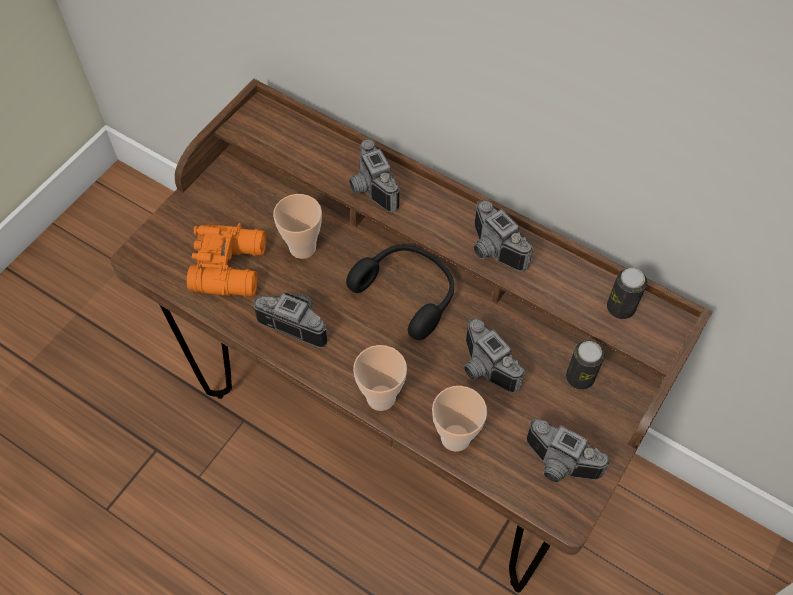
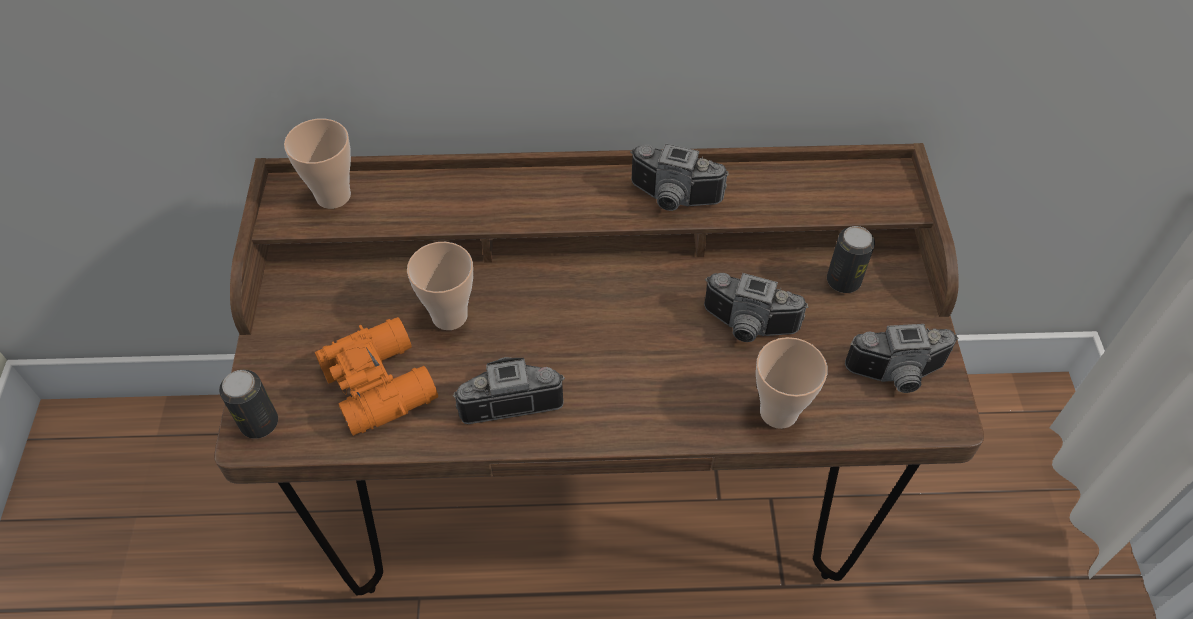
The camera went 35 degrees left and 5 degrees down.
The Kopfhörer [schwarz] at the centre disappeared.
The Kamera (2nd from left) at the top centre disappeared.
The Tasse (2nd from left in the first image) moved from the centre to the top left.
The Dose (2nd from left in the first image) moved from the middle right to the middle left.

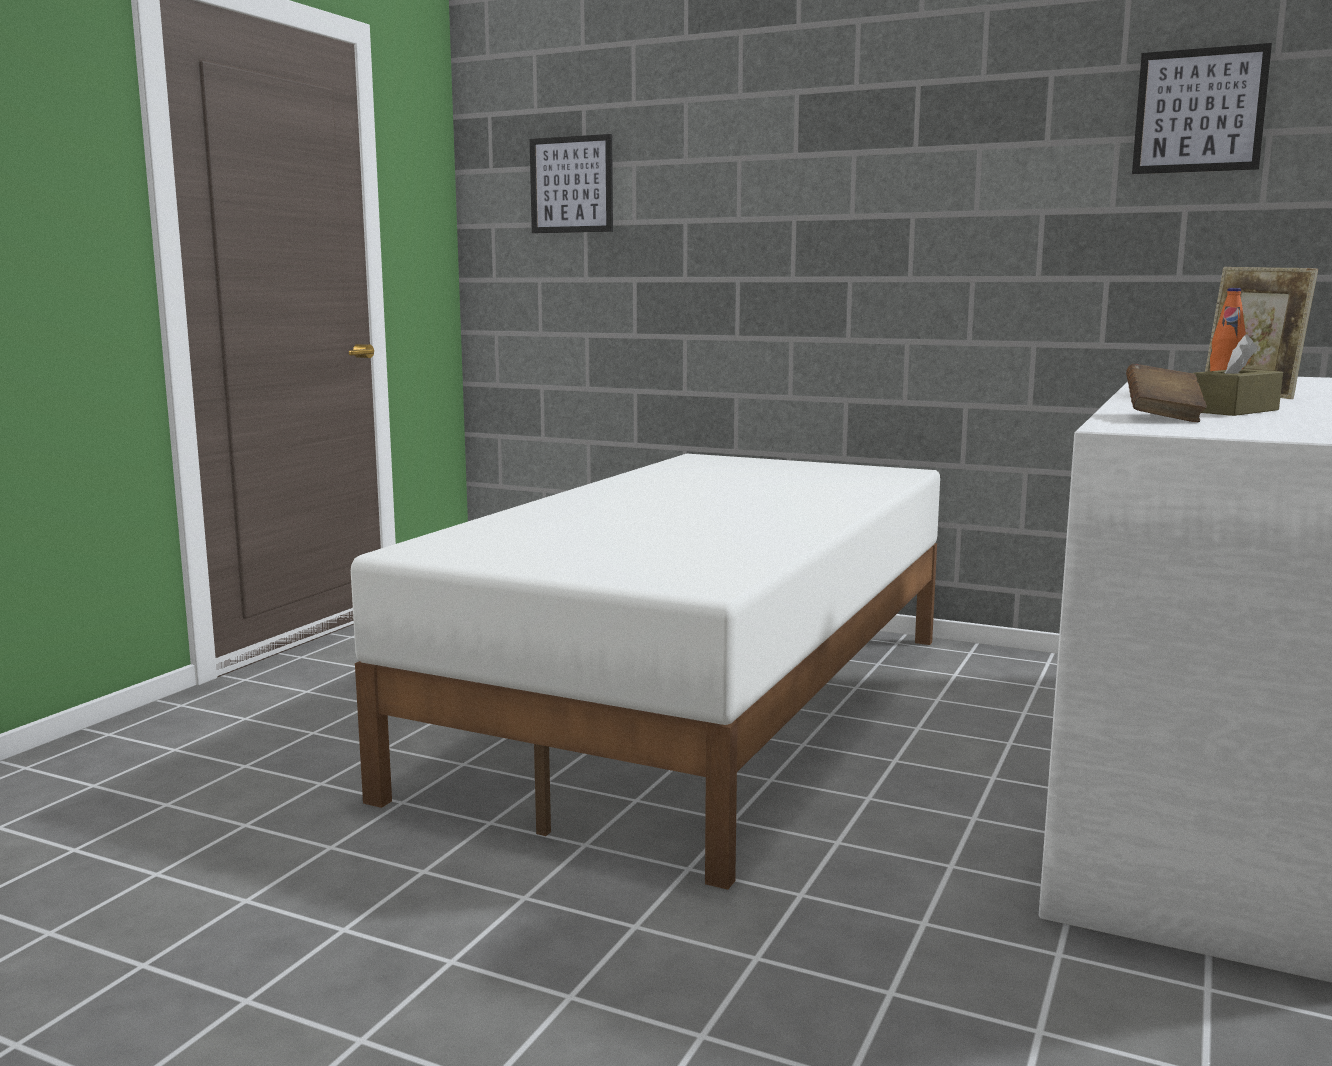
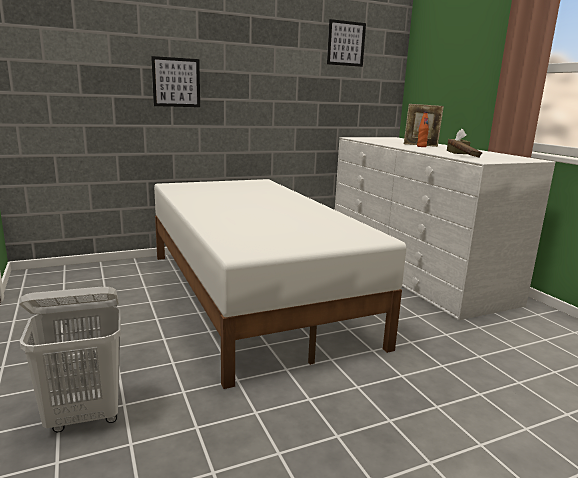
The camera went 50 degrees left and 5 degrees up.
The Wäschekorb [weiß] at the bottom left appeared.
The Bild (1st from left) moved from the top centre to the top left.

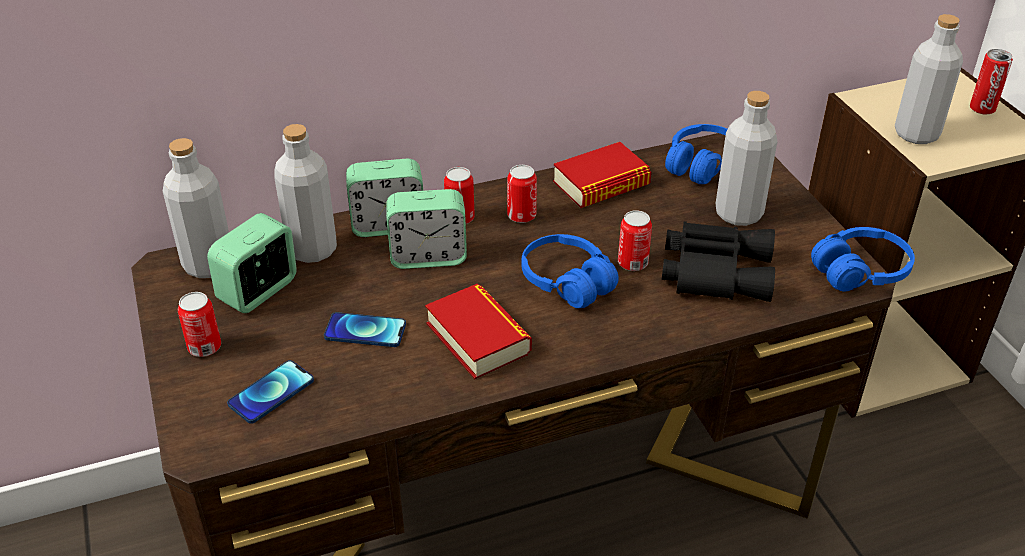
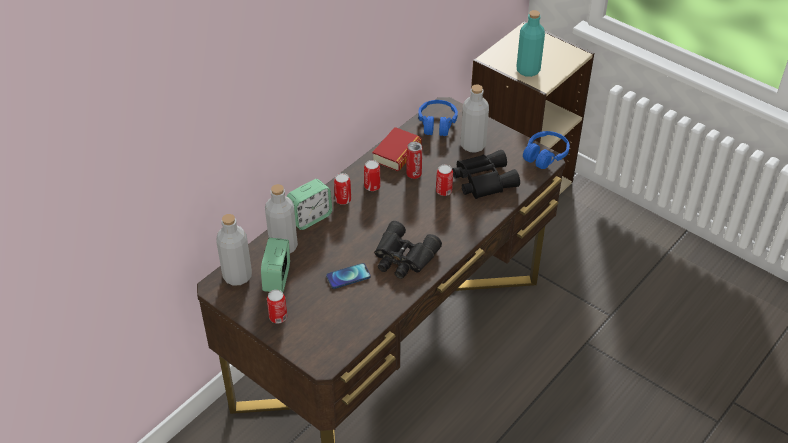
The camera went 30 degrees left and 5 degrees up.
The Handy (1st from left) at the bottom left disappeared.
The Wecker (3rd from left) at the centre disappeared.
The Kopfhörer [blau] (1st from left) at the centre disappeared.
The Dose (5th from left in the first image) moved from the top right to the centre.
The Buch (1st from left) at the centre was replaced by the Fernglas [schwarz] (1st from left) at the centre.
The Flasche [grau] (4th from left) at the top right became the Flasche [türkis] at the top right.

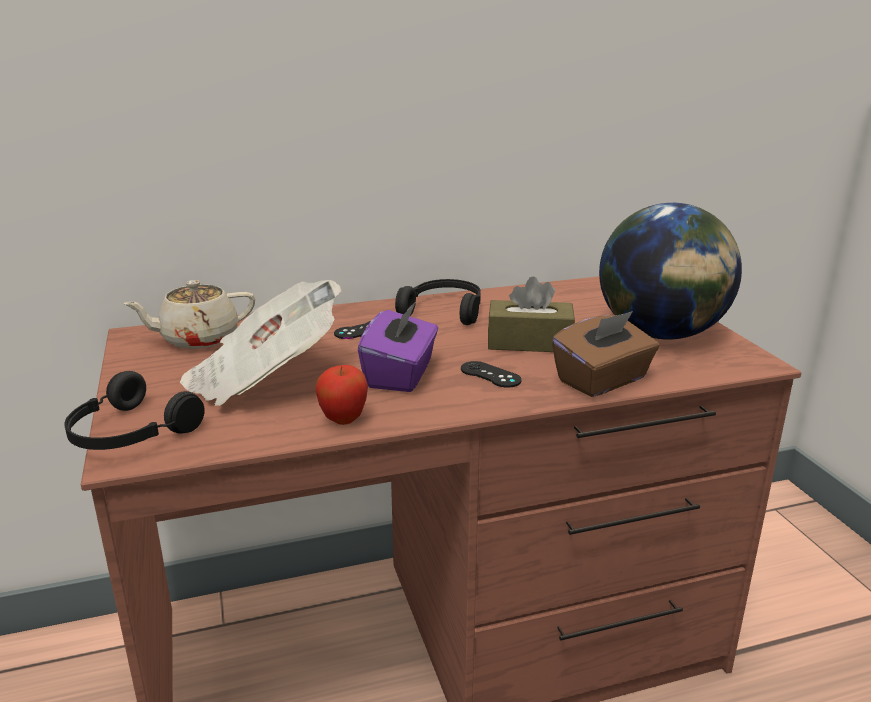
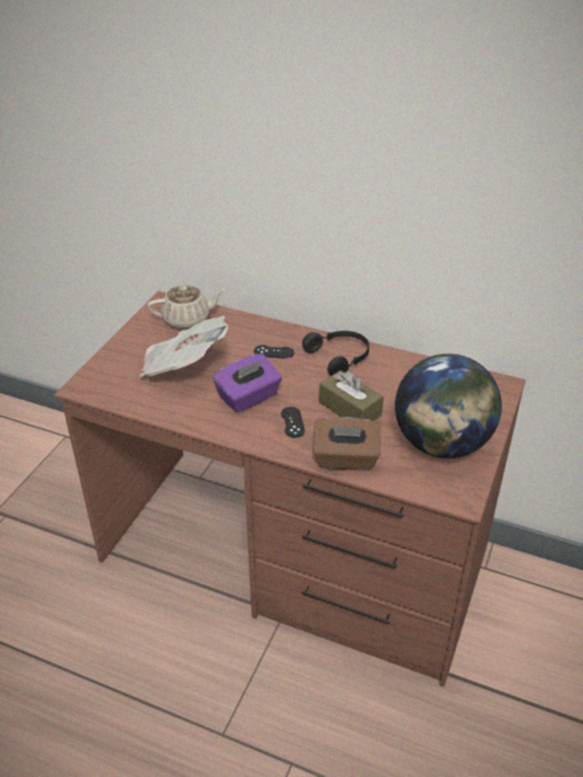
The camera went 40 degrees right and 15 degrees up.
The Kopfhörer [schwarz] (1st from left) at the middle left disappeared.
The Apfel at the centre disappeared.
The Teekanne [beige] at the middle left turned 150 degrees clockwise.

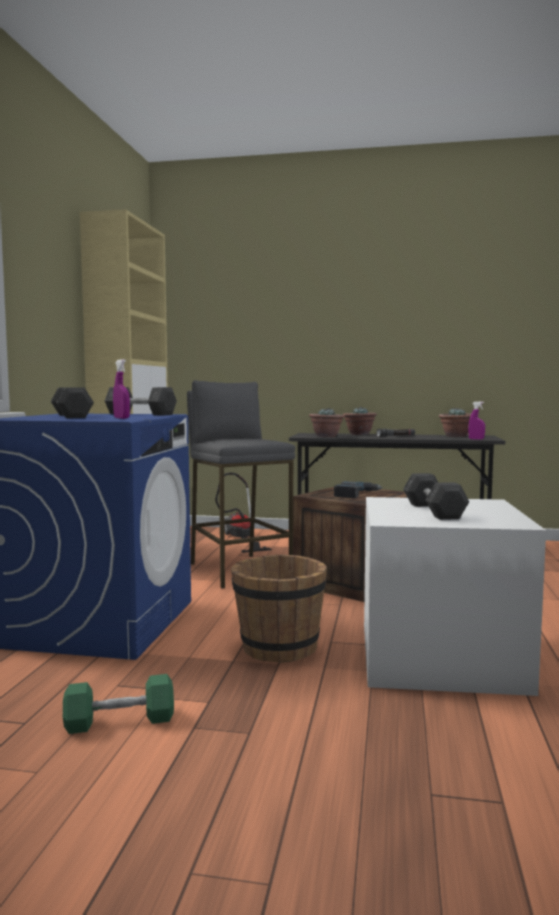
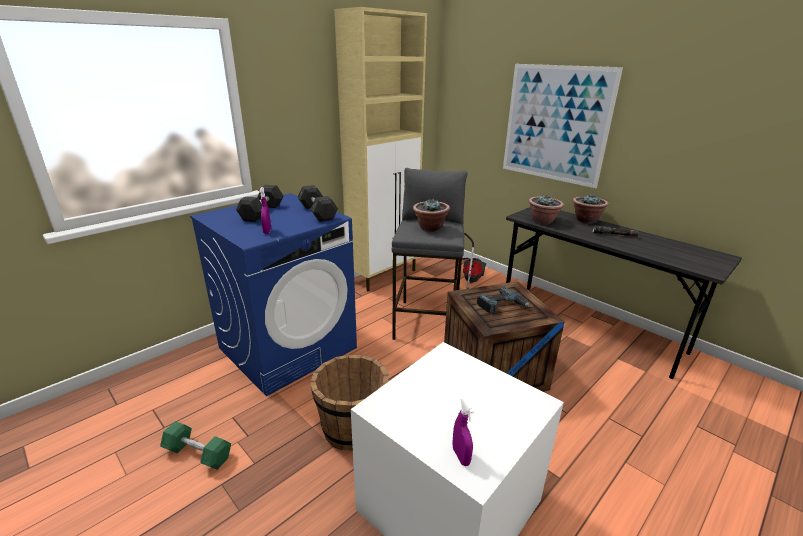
The camera went 35 degrees right and 20 degrees up.
The Hantel [grau] (3rd from left) at the middle right disappeared.
The Bild at the top right appeared.
The Topfpflanze (3rd from left in the first image) moved from the middle right to the centre.
The Sprühflasche [lila] (2nd from left) moved from the middle right to the bottom centre.

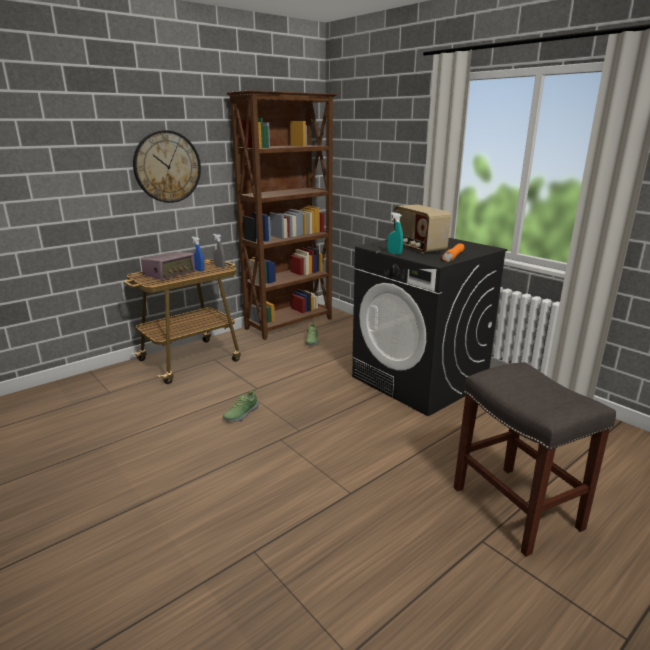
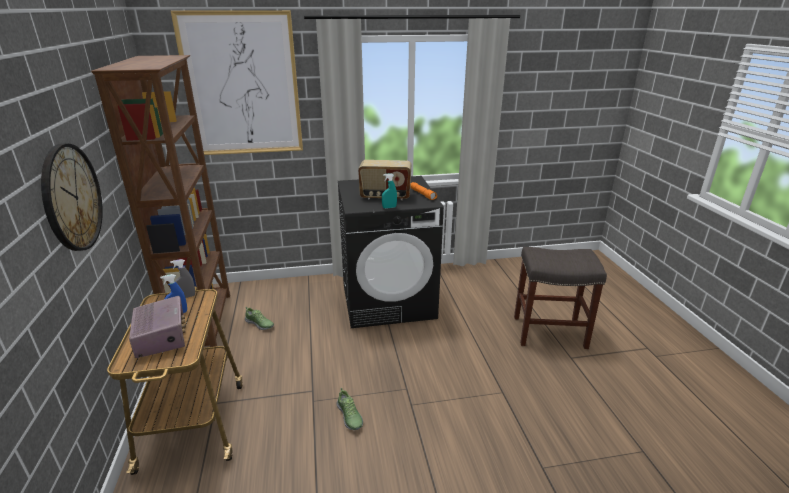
The camera went 60 degrees left and 5 degrees up.
The Bild at the top left appeared.

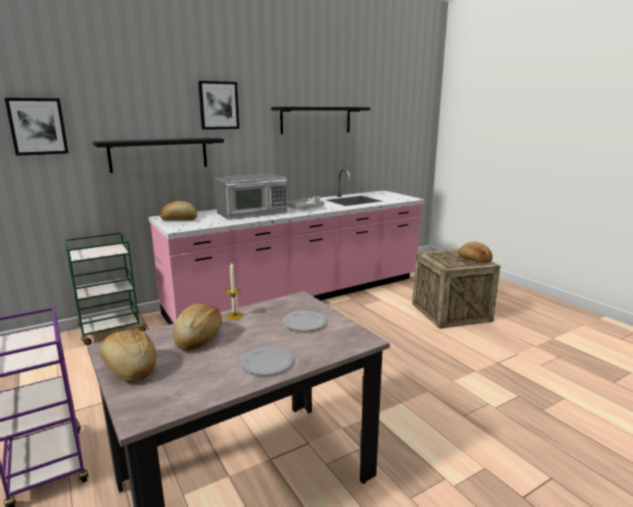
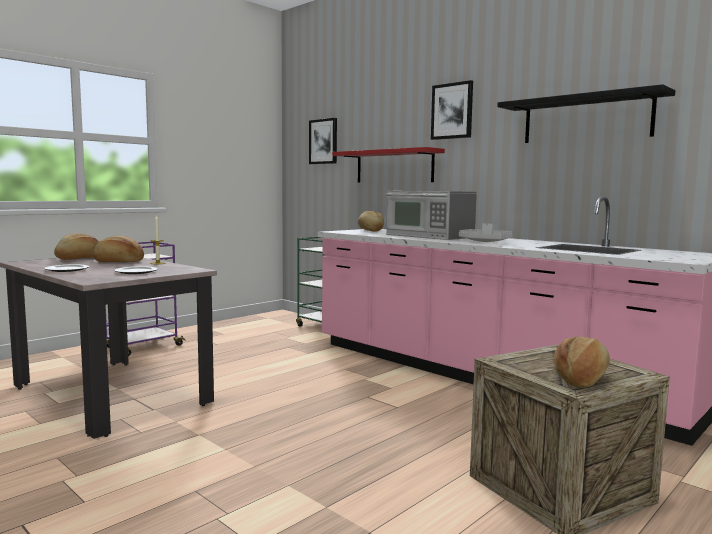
The camera went 75 degrees right and 10 degrees down.
The Wandregal [schwarz] (1st from left) at the top left became the Wandregal [rot] at the top centre.

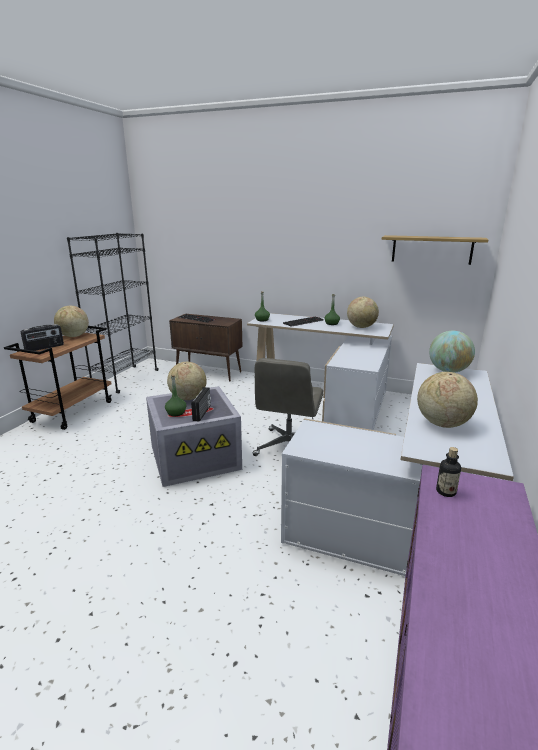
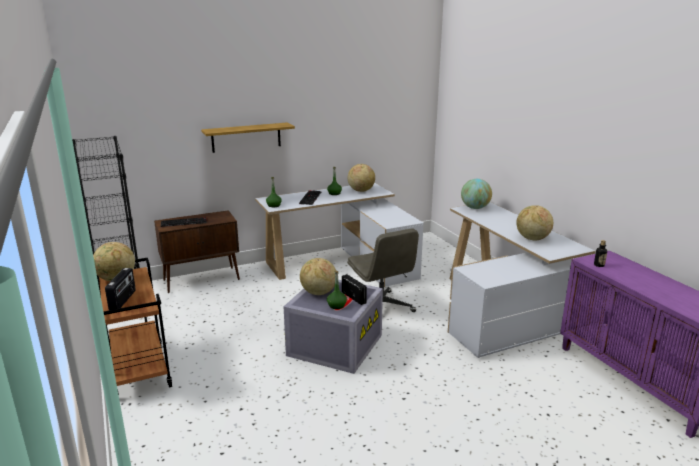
The camera went 45 degrees left and 0 degrees up.
The Wandregal moved from the middle right to the top centre.

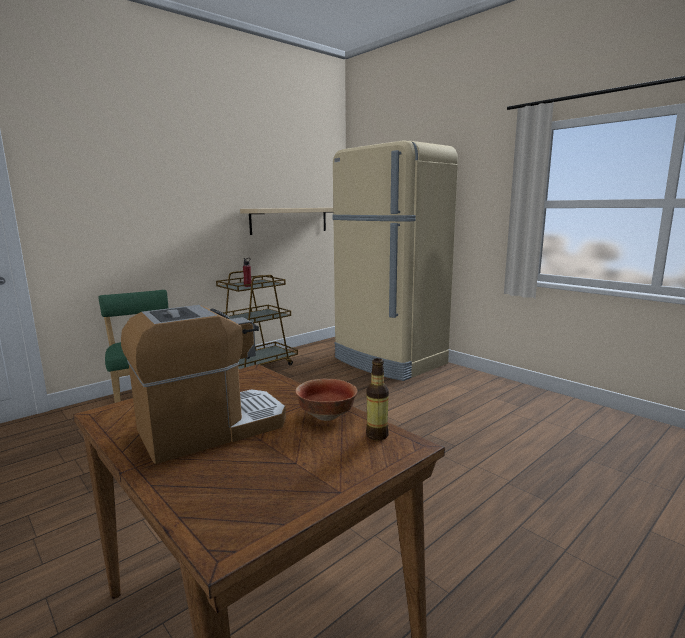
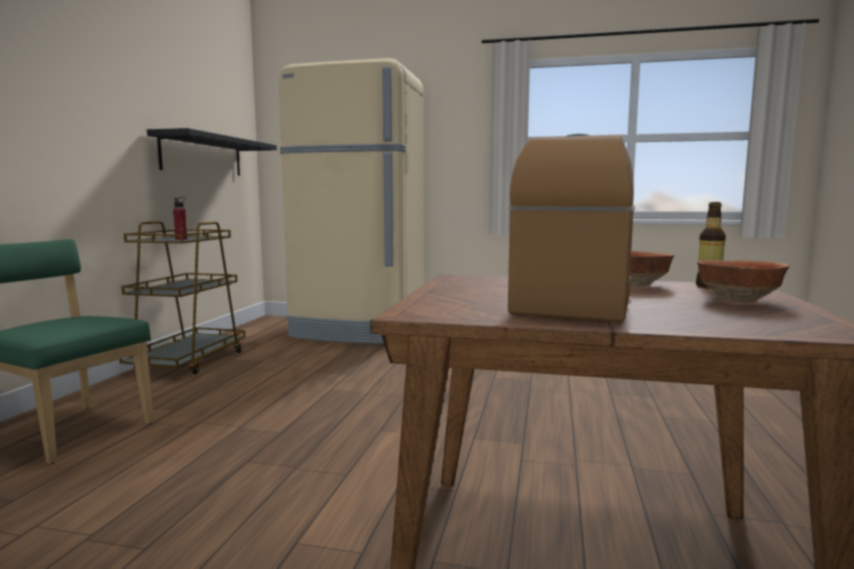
The camera went 35 degrees left and 5 degrees down.
The Schüssel (2nd from left) at the middle right appeared.
The Wandregal [beige] at the centre became the Wandregal [schwarz] at the top left.

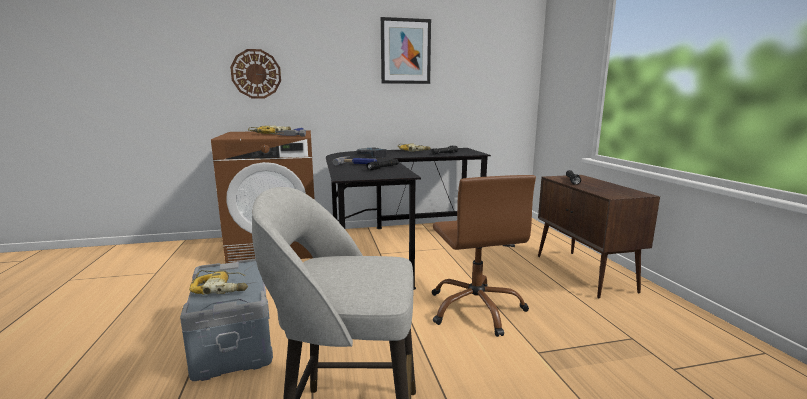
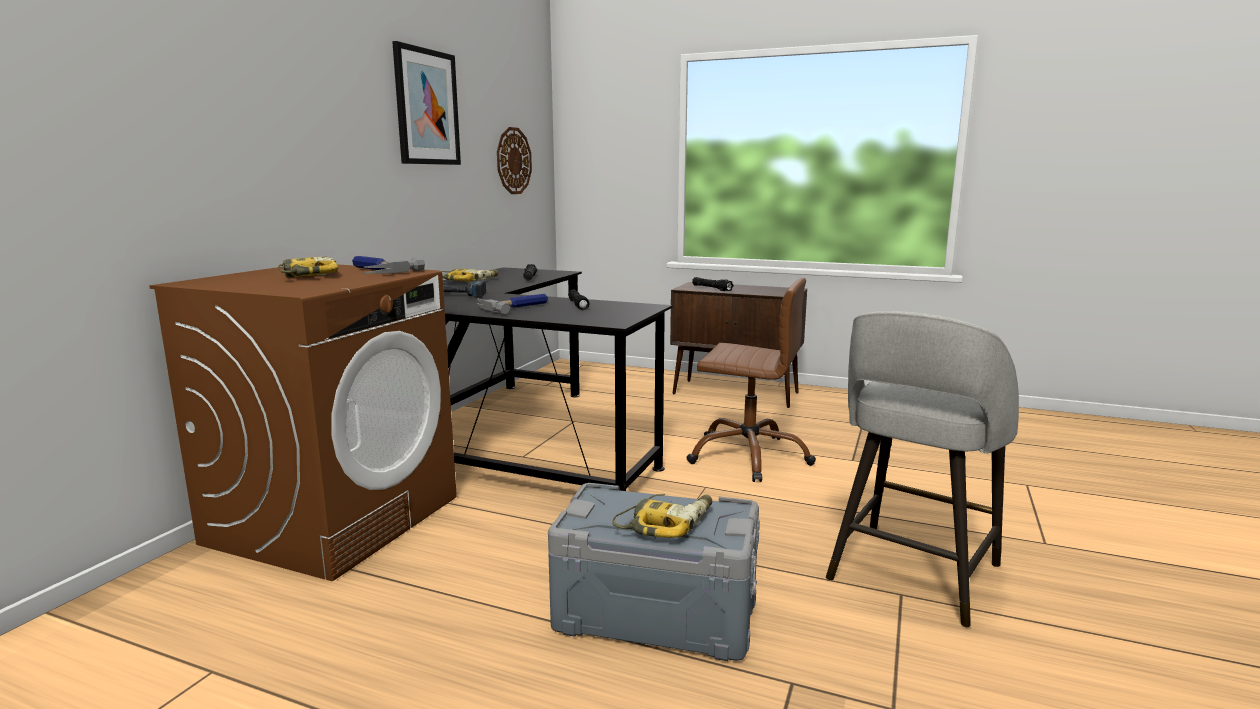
The camera went 55 degrees left and 0 degrees up.
The Wanduhr moved from the top left to the top centre.

